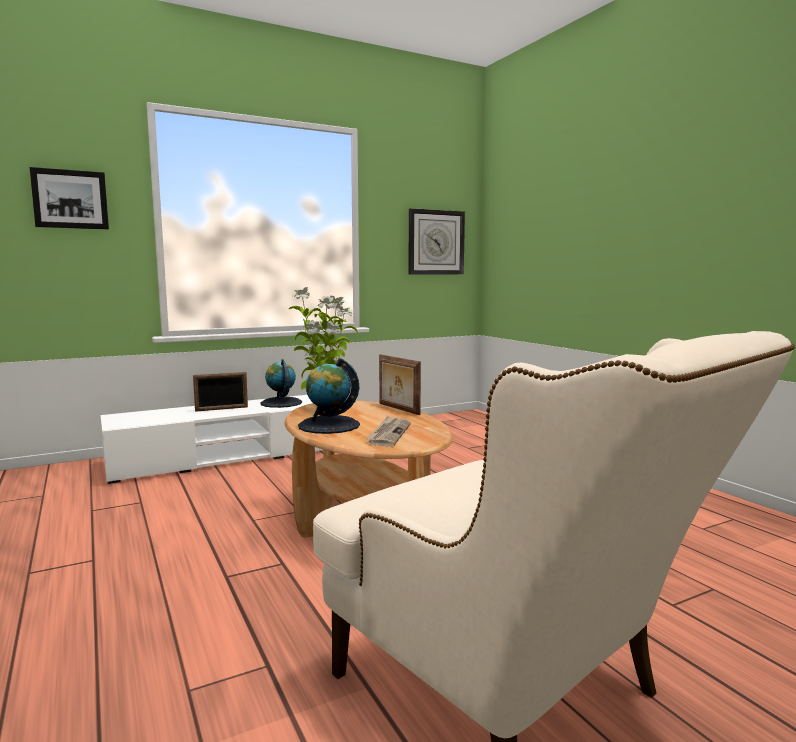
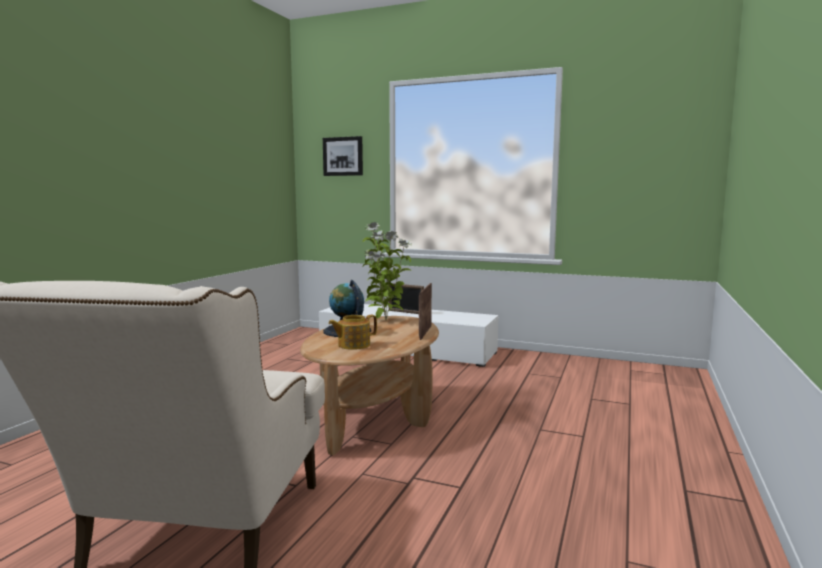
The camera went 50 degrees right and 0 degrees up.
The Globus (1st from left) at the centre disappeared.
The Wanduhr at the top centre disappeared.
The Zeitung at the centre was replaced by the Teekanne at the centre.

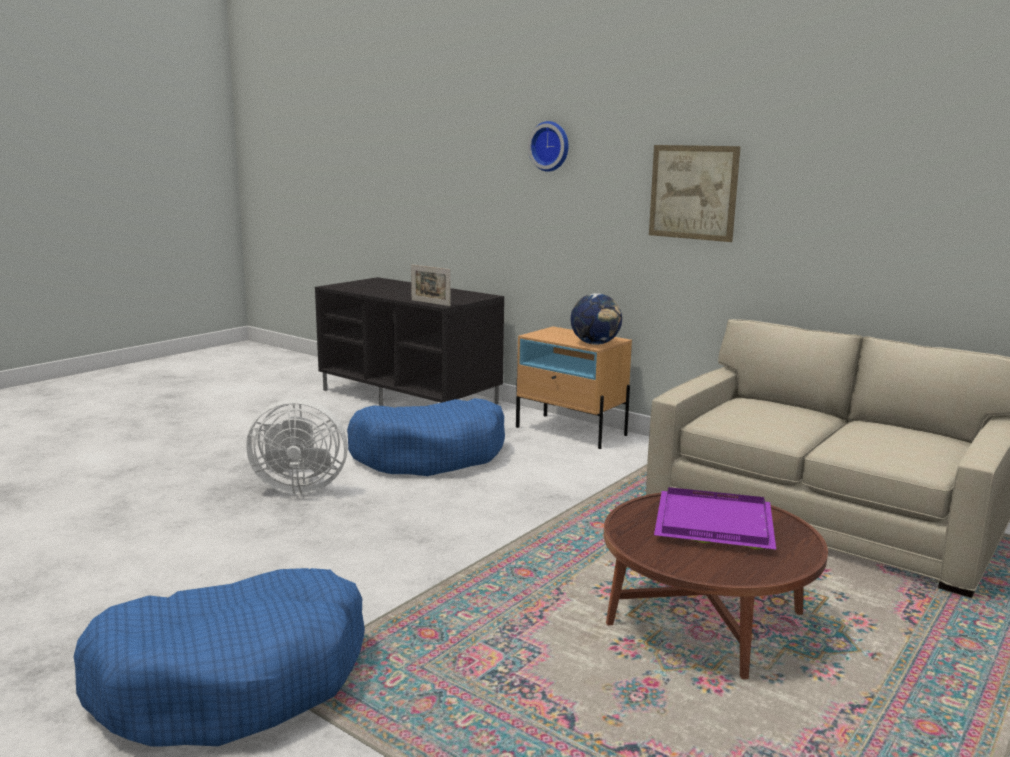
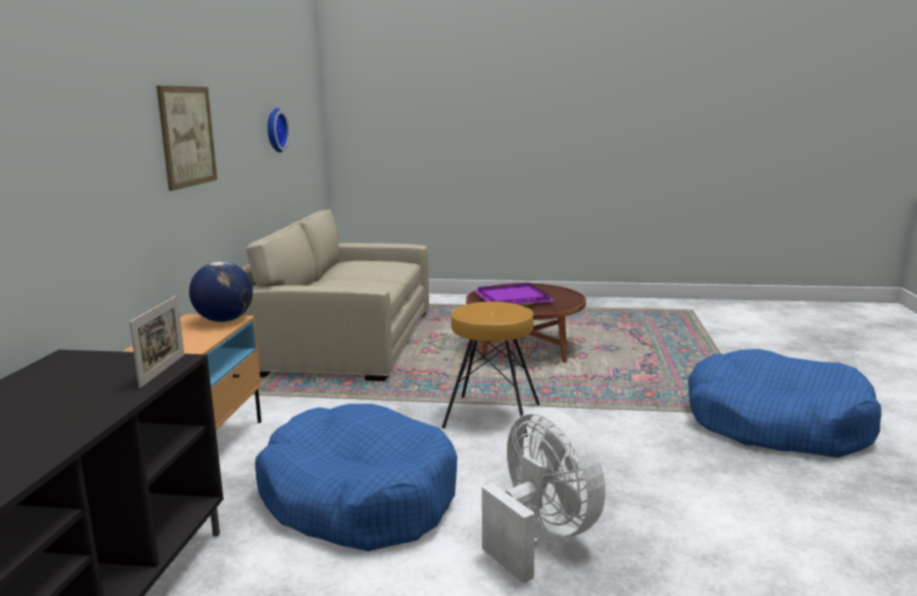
The camera went 120 degrees left and 0 degrees up.
The Hocker [braun] at the centre appeared.
The Wanduhr moved from the top centre to the top left.

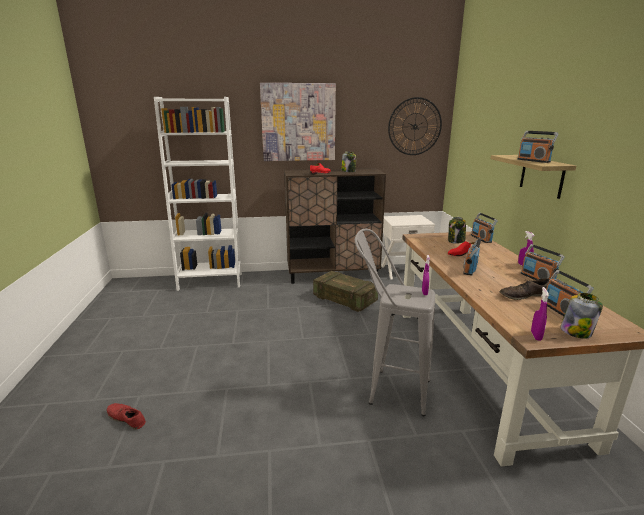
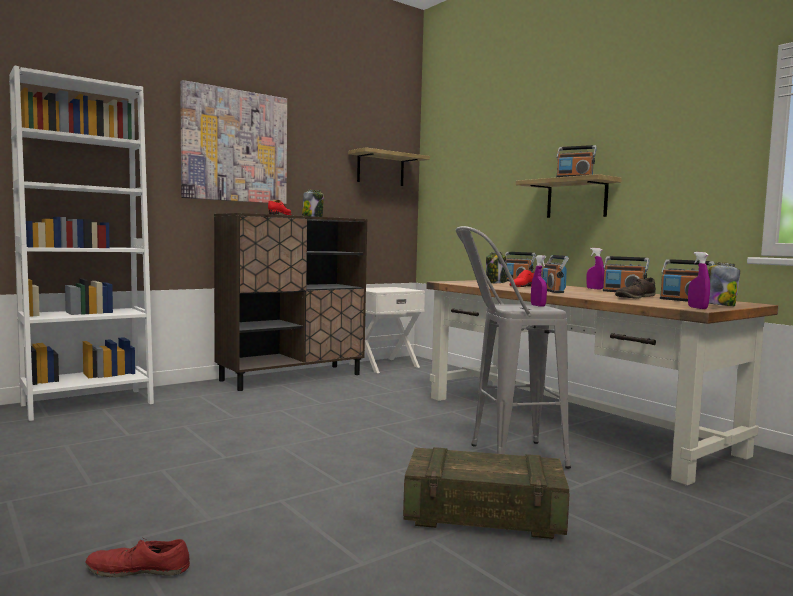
The camera went 30 degrees left and 15 degrees down.
The Kiste moved from the centre to the bottom centre.
The Wanduhr at the top centre was replaced by the Wandregal (1st from left) at the top centre.

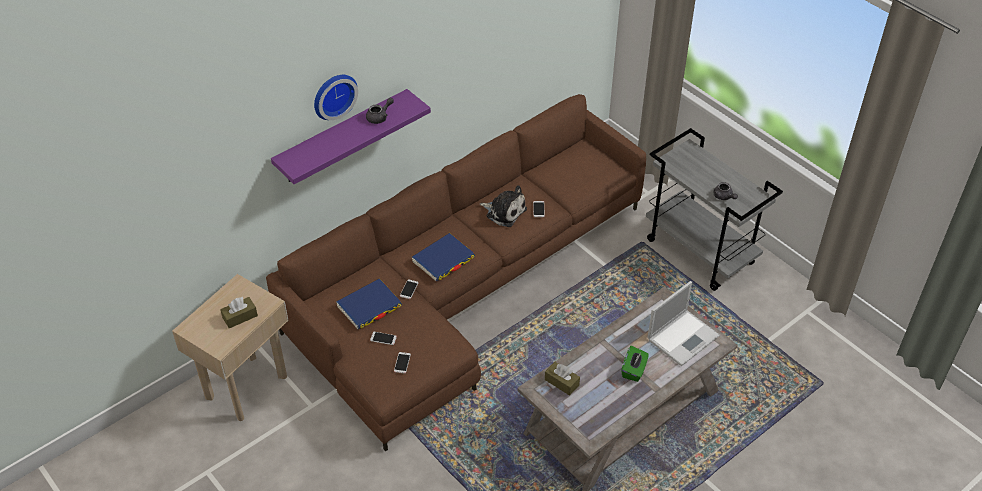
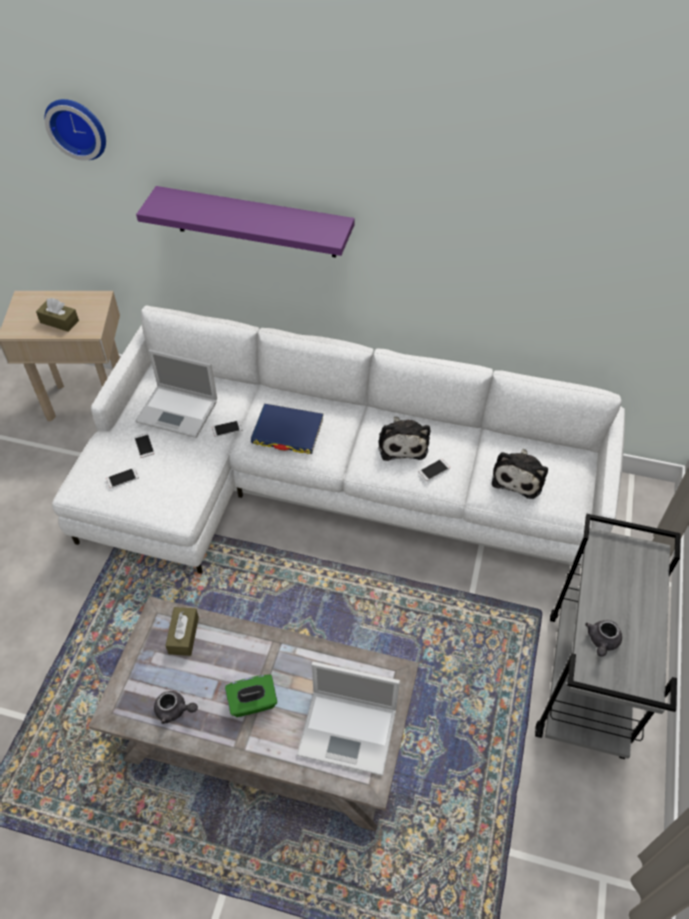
The camera went 55 degrees right and 5 degrees up.
The Plüschtier (2nd from left) at the middle right appeared.
The Wanduhr moved from the top centre to the top left.
The Teekanne [grau] (1st from left) moved from the top centre to the bottom left.
The Buch [blau] (1st from left) at the centre was replaced by the Laptop (1st from left) at the middle left.
The Sofa [braun] at the centre became the Sofa [weiß] at the centre.

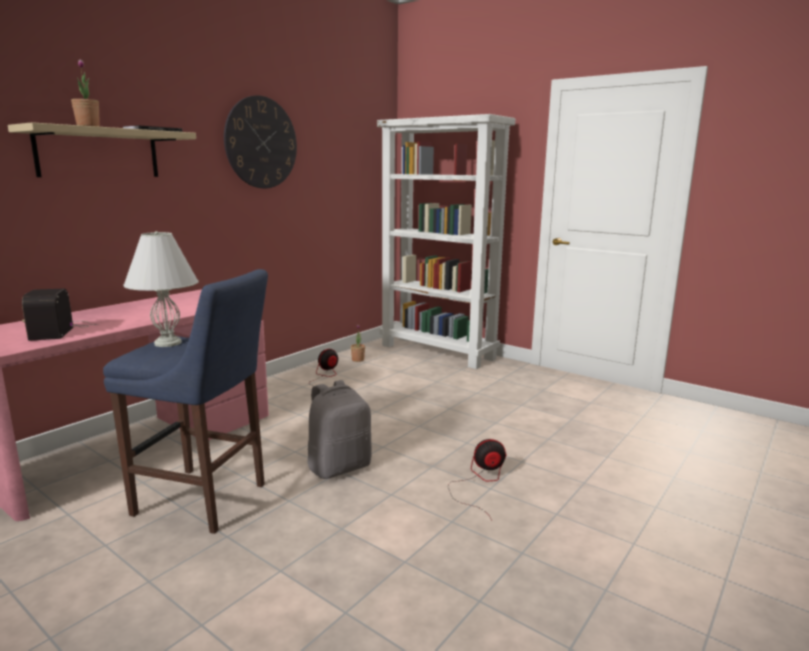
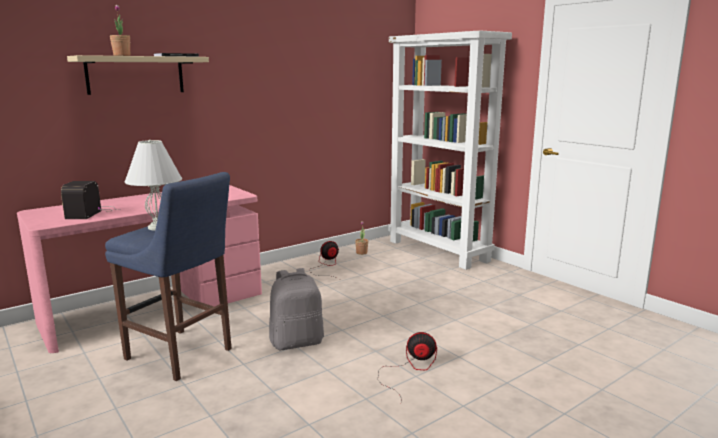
The camera went 15 degrees right and 0 degrees up.
The Wanduhr at the top left disappeared.

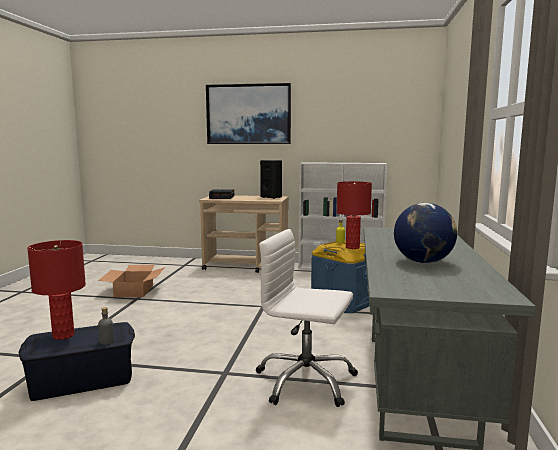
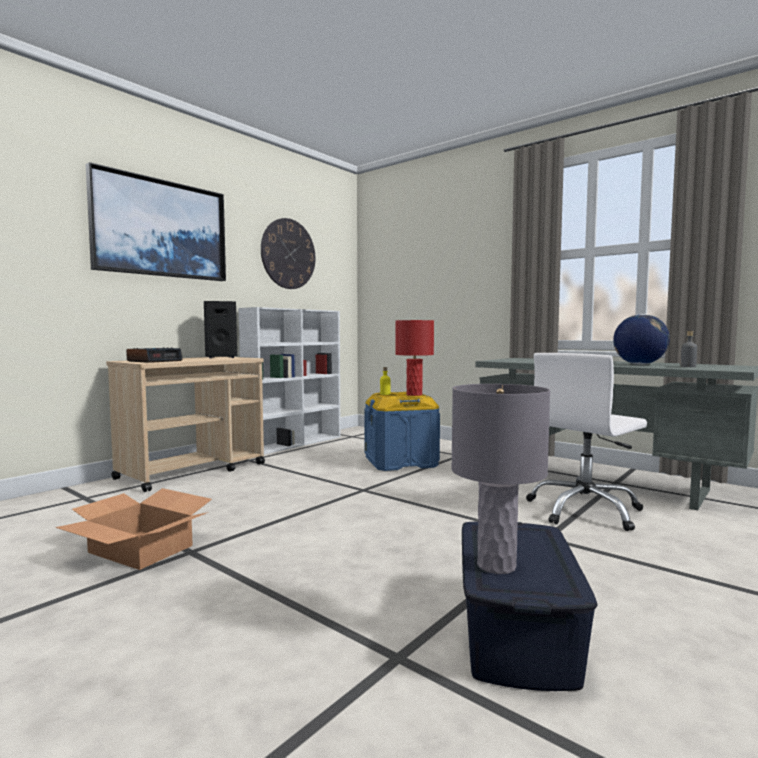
The camera went 60 degrees left and 5 degrees down.
The Wanduhr at the centre appeared.
The Flasche [grau] moved from the bottom left to the middle right.
The Tischlampe [rot] (1st from left) at the middle left became the Tischlampe [grau] at the centre.

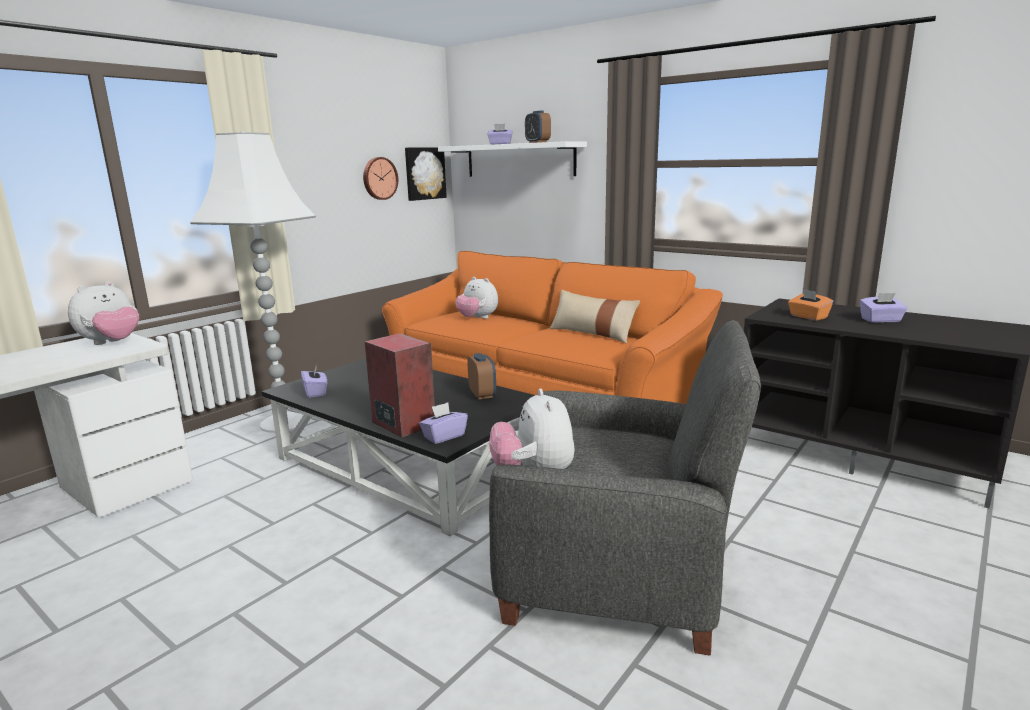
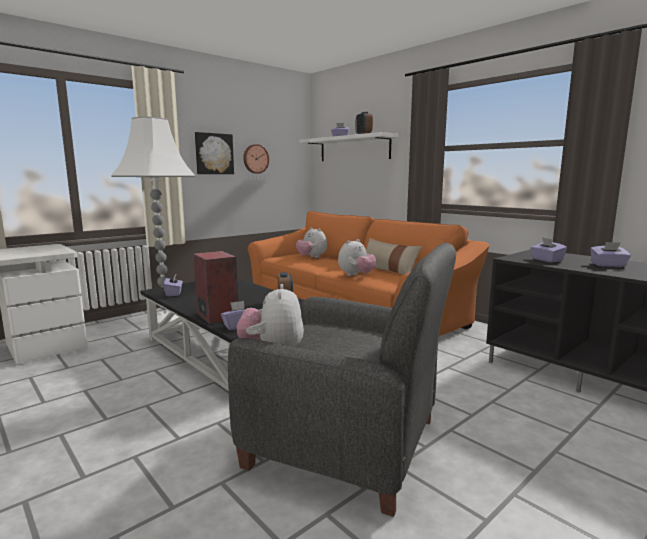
The camera went 10 degrees right and 5 degrees down.
The Plüschtier (1st from left in the first image) moved from the middle left to the centre.
The Bild moved from the top centre to the top left.
The Taschentuchbox [orange] at the middle right became the Taschentuchbox [lila] (4th from left) at the middle right.

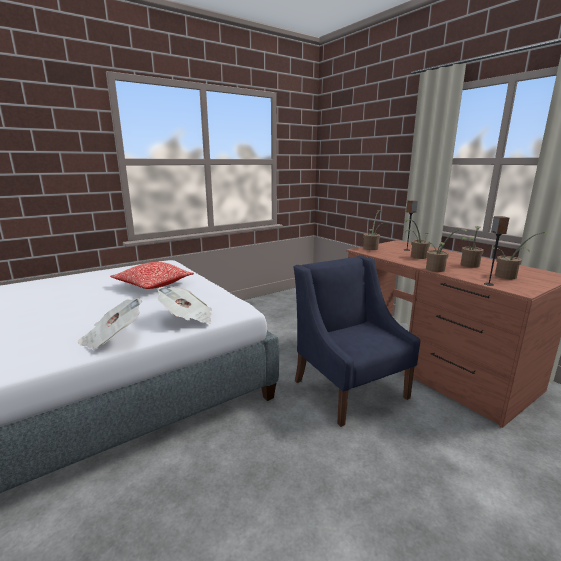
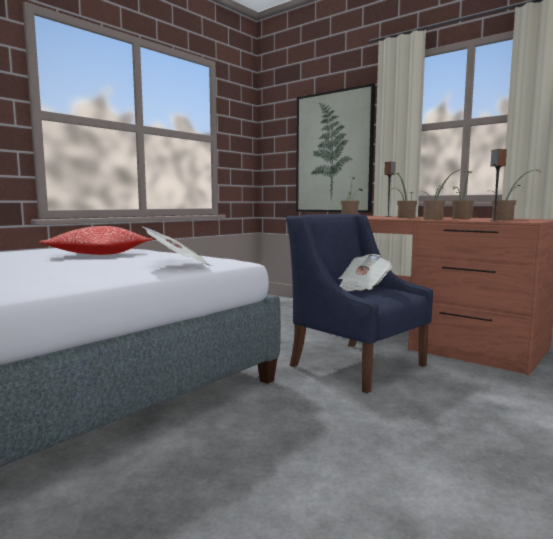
The camera went 15 degrees left and 10 degrees down.
The Bild at the top centre appeared.
The Zeitung (1st from left in the first image) moved from the middle left to the centre.

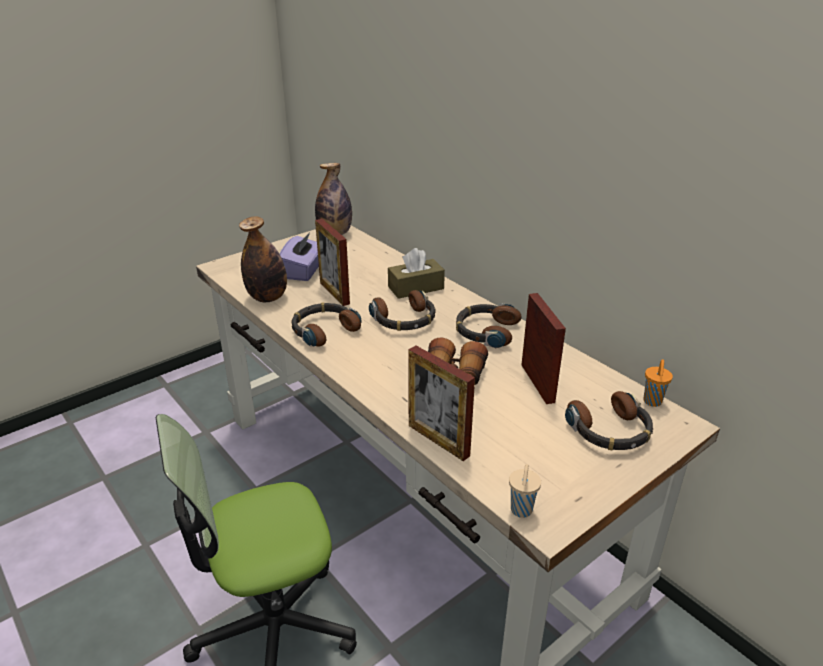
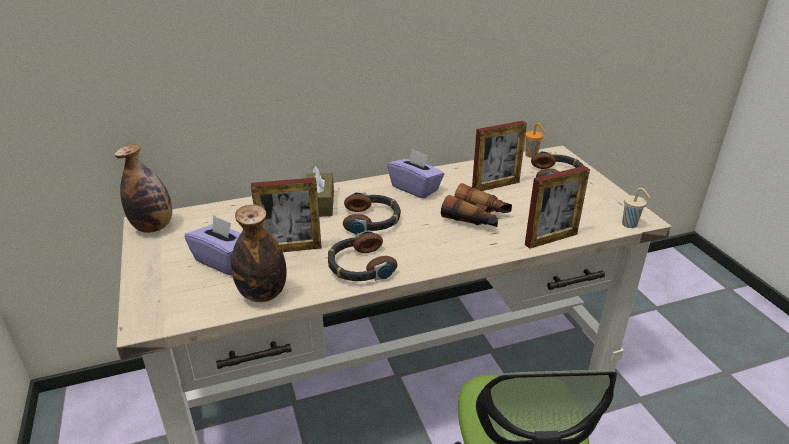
The camera went 70 degrees left and 0 degrees up.
The Kopfhörer (3rd from left) at the centre was replaced by the Taschentuchbox [lila] (2nd from left) at the centre.
The Bilderrahmen (3rd from left in the first image) at the centre turned 150 degrees clockwise.

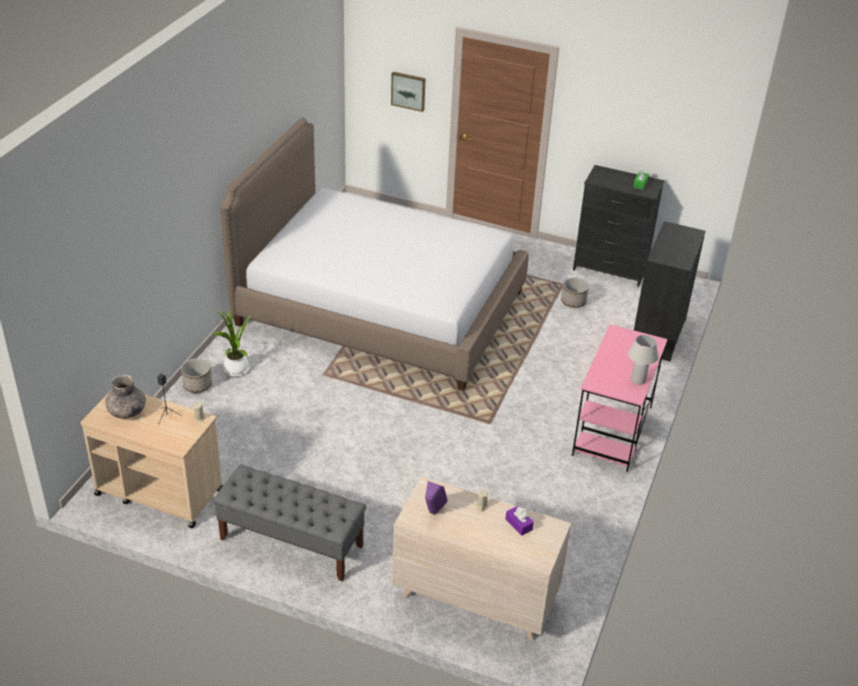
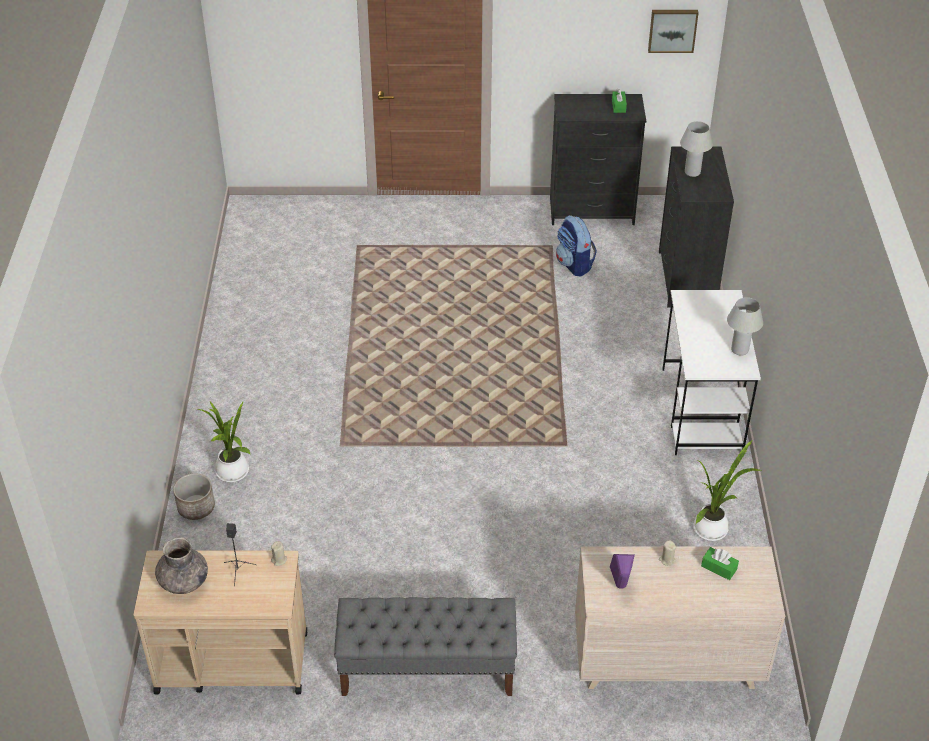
The camera went 20 degrees left and 5 degrees up.
The Bett at the centre disappeared.
The Tischlampe [weiß] (1st from left) at the top right appeared.
The Topfpflanze (2nd from left) at the middle right appeared.
The Bild moved from the top centre to the top right.
The Pflanzkübel (2nd from left) at the middle right was replaced by the Rucksack at the top centre.
The Taschentuchbox [lila] at the bottom centre became the Taschentuchbox [grün] (2nd from left) at the bottom right.
The Schreibtisch [rosa] at the middle right became the Schreibtisch [weiß] at the middle right.

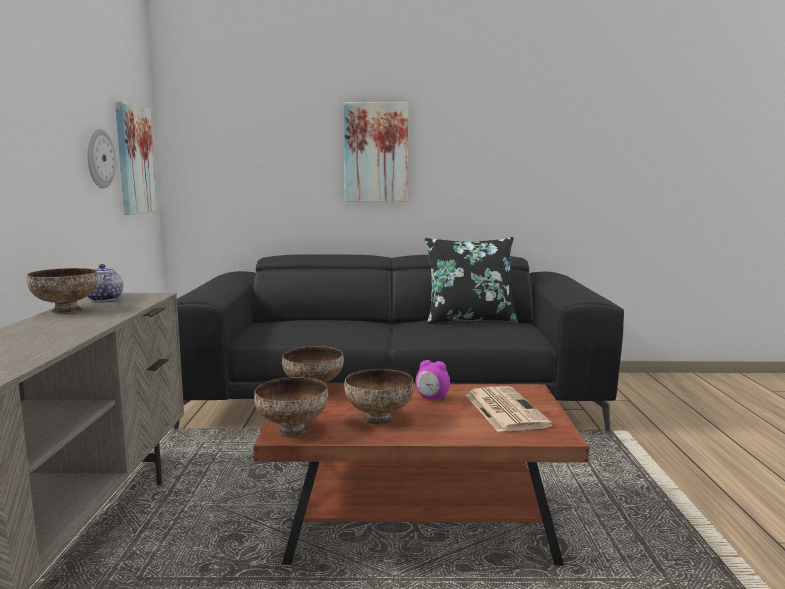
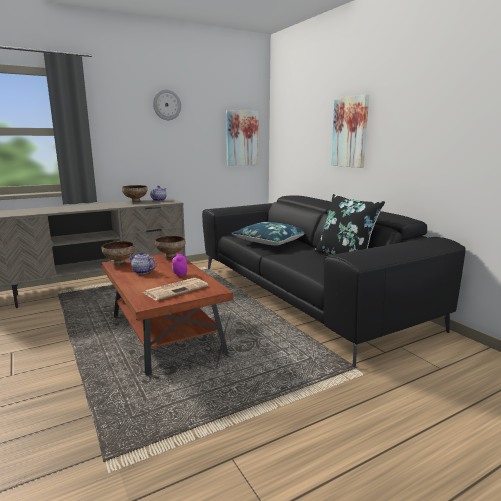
The camera went 60 degrees right and 5 degrees up.
The Kissen [blau] at the centre appeared.
The Wanduhr moved from the top left to the top centre.
The Schüssel (4th from left) at the bottom centre was replaced by the Teekanne (1st from left) at the middle left.

